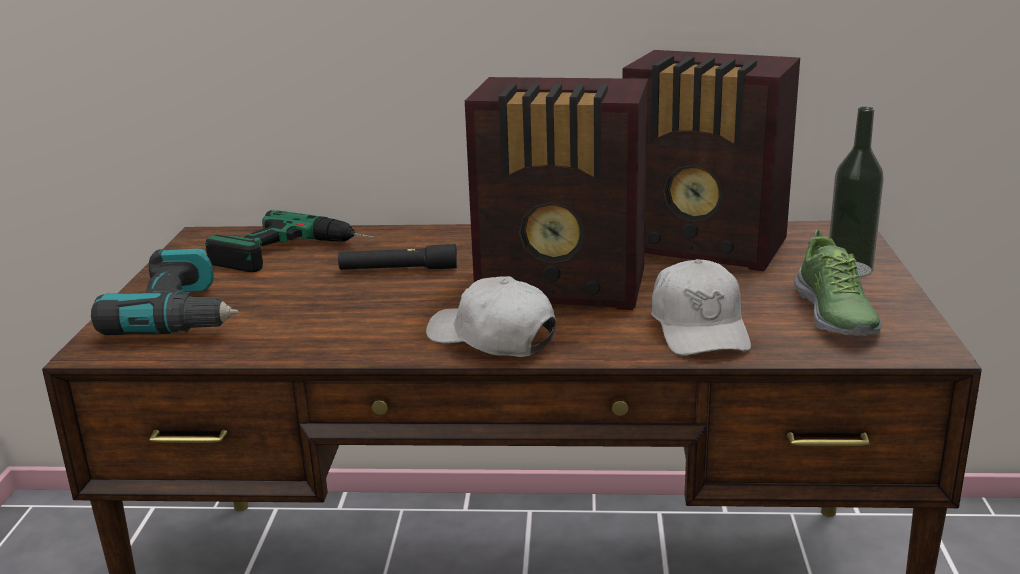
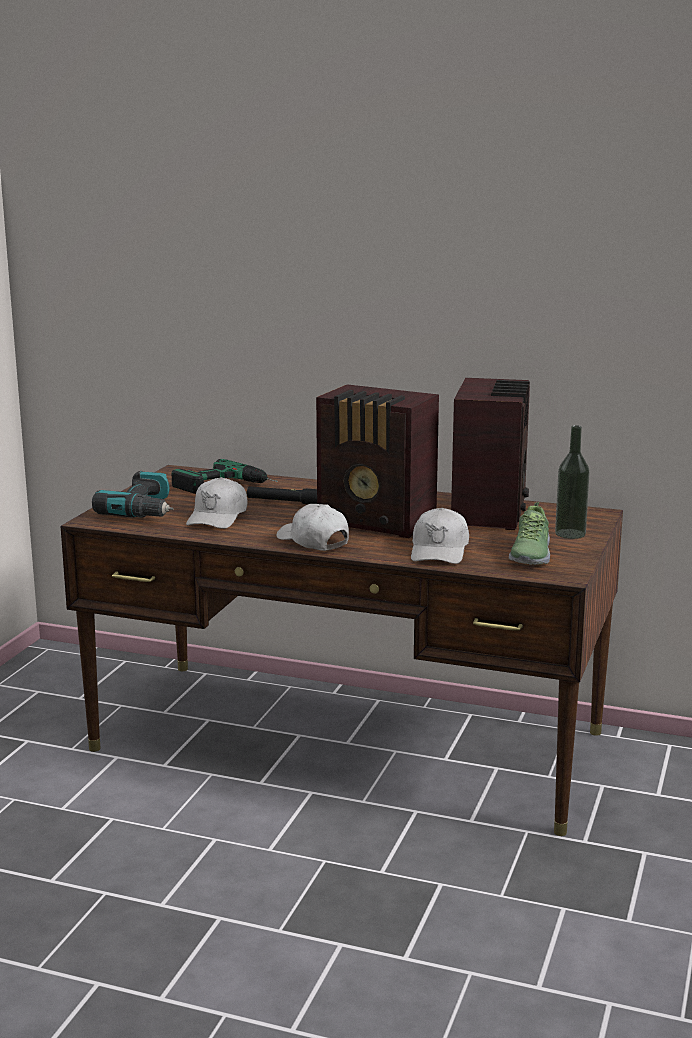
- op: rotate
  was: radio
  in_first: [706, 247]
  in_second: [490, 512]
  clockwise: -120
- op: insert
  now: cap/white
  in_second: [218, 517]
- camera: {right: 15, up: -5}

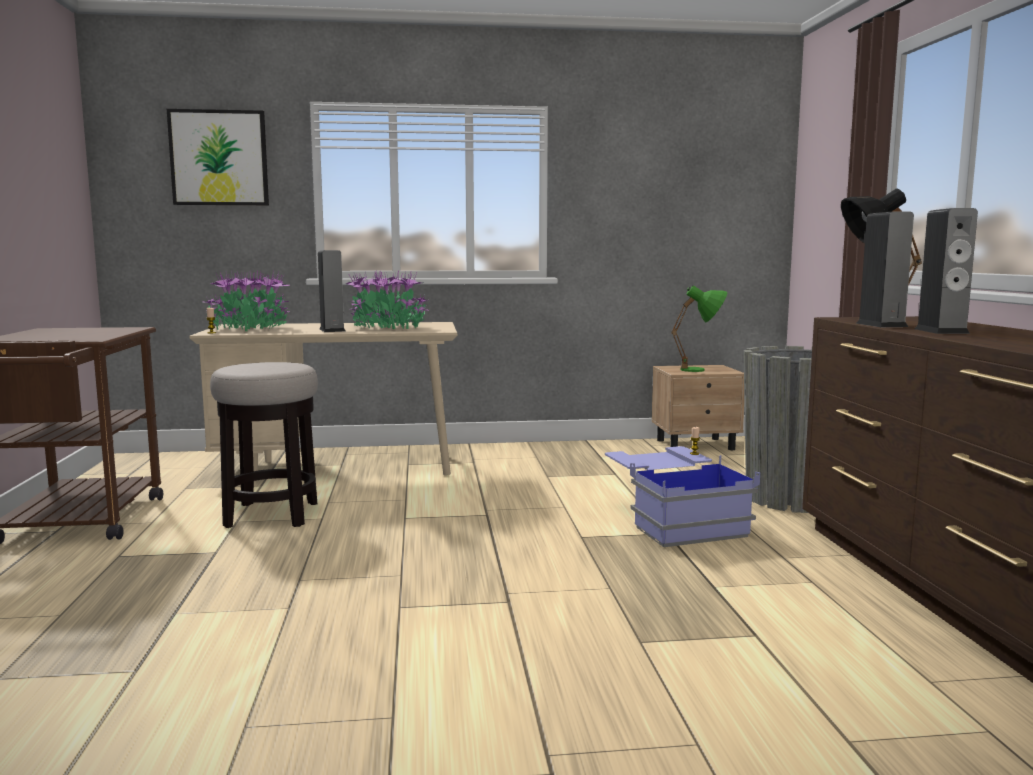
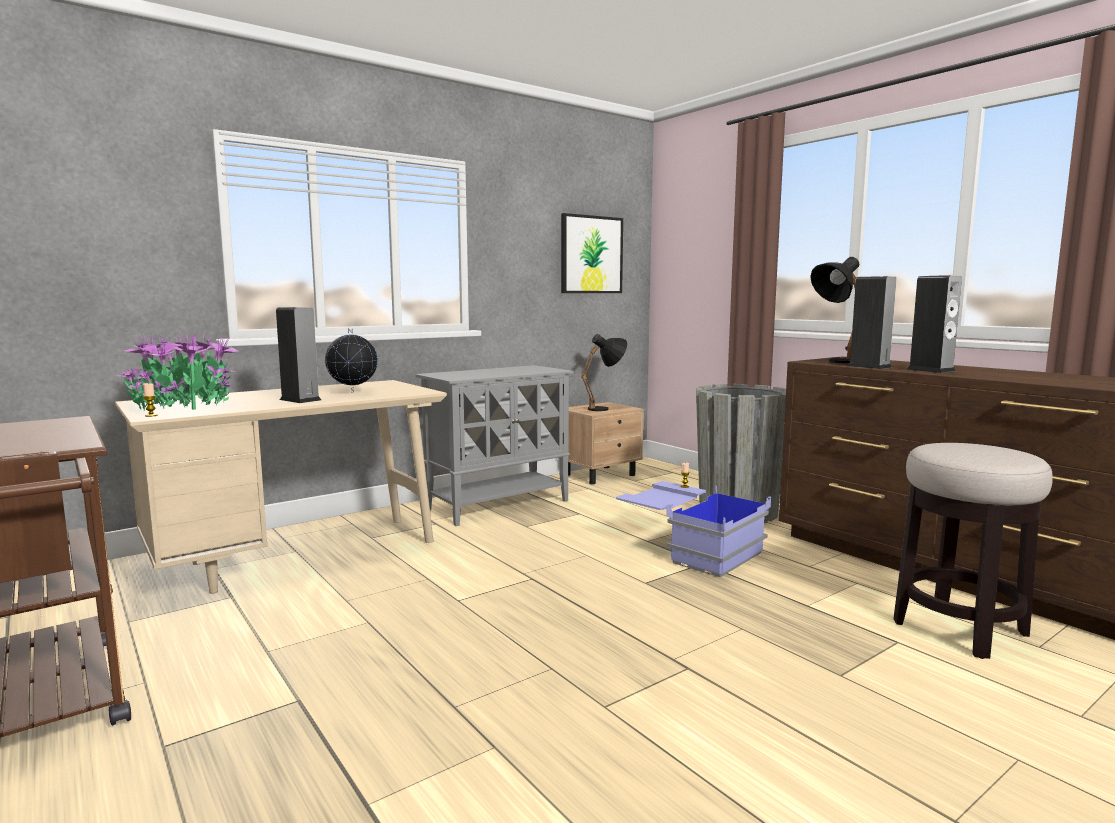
- op: move
  was: picture
  in_first: [219, 158]
  in_second: [591, 255]
- op: move
  was: stool
  in_first: [271, 515]
  in_second: [959, 628]
- op: replace
  was: potted plant
  now: globe
  in_first: [387, 328]
  in_second: [353, 392]
- op: recolor
  was: table lamp/green
  now: table lamp/black
  in_first: [701, 370]
  in_second: [605, 409]
- op: insert
  now: cabinet/grey
  in_second: [499, 505]
- camera: {right: -30, up: 0}

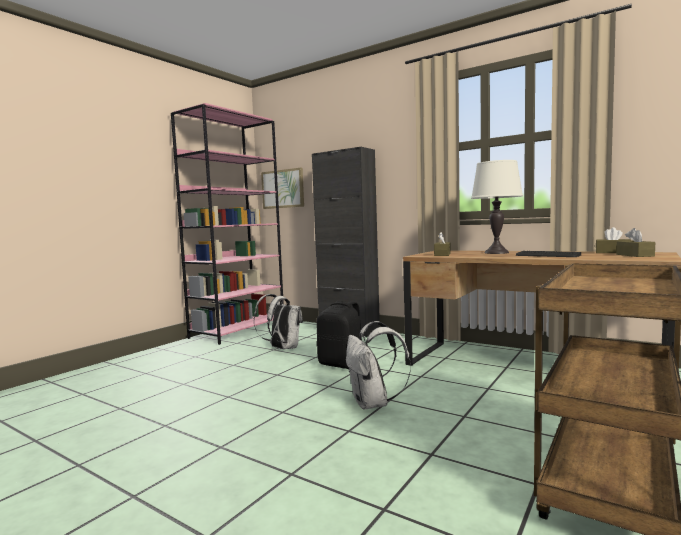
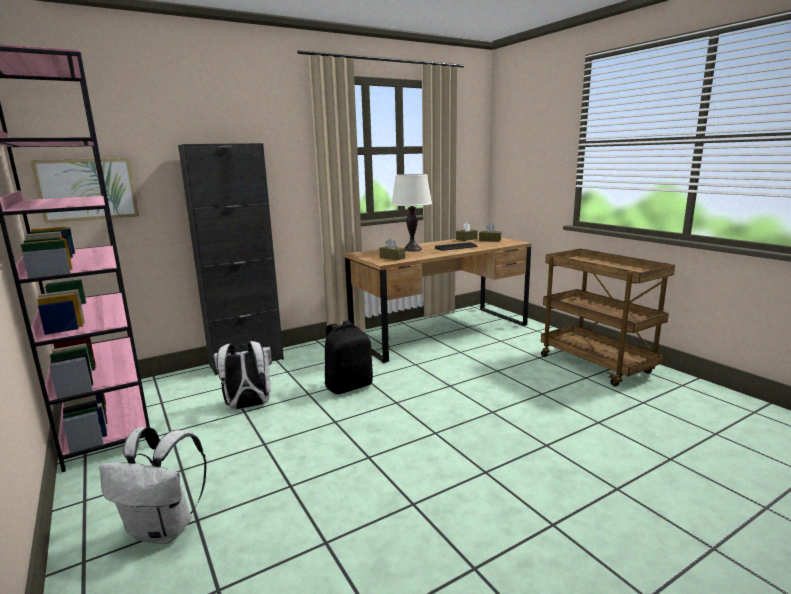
- op: move
  was: backpack/white
  in_first: [373, 403]
  in_second: [164, 529]
- camera: {right: -65, up: 10}

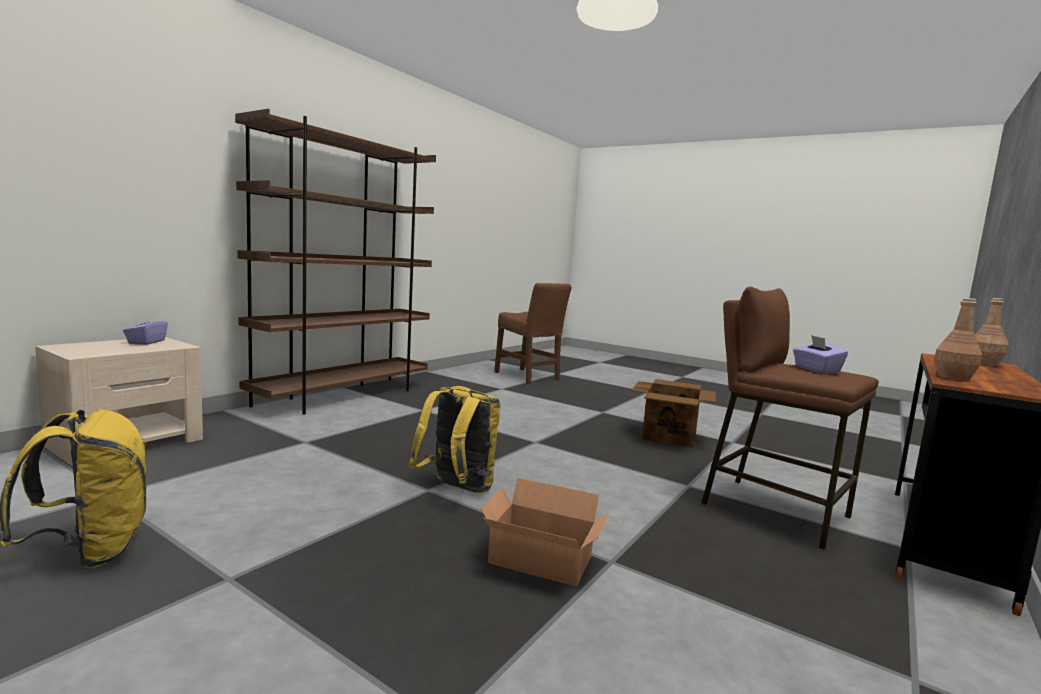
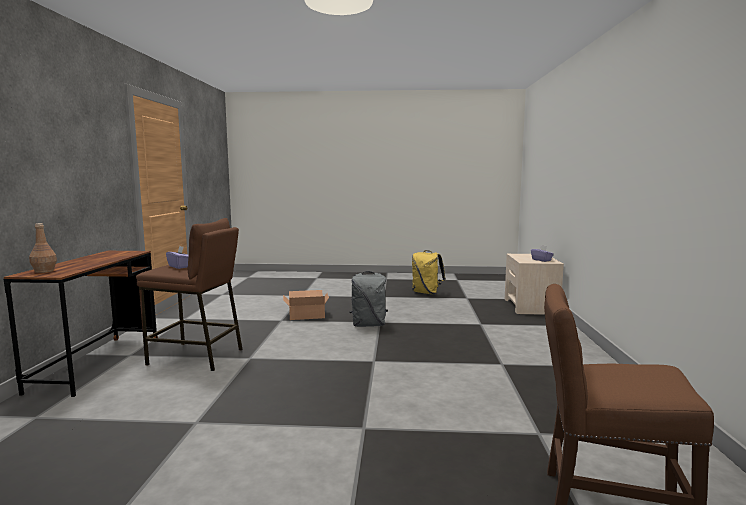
- op: delete
  was: bookcase/brown
  in_first: [344, 396]
- op: recolor
  was: backpack/yellow
  now: backpack/grey
  in_first: [457, 489]
  in_second: [368, 325]
- op: delete
  was: cardboard box
  in_first: [669, 436]
- op: delete
  was: bottle/brown
  in_first: [953, 377]
- camera: {right: 150, up: 0}

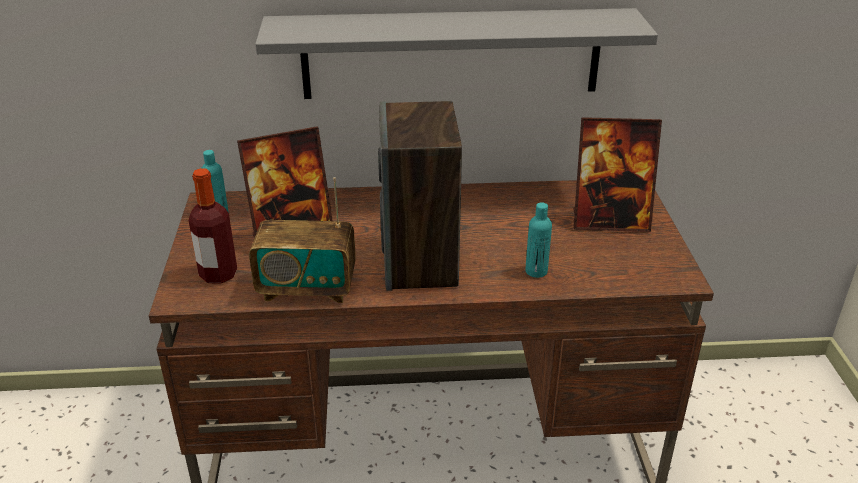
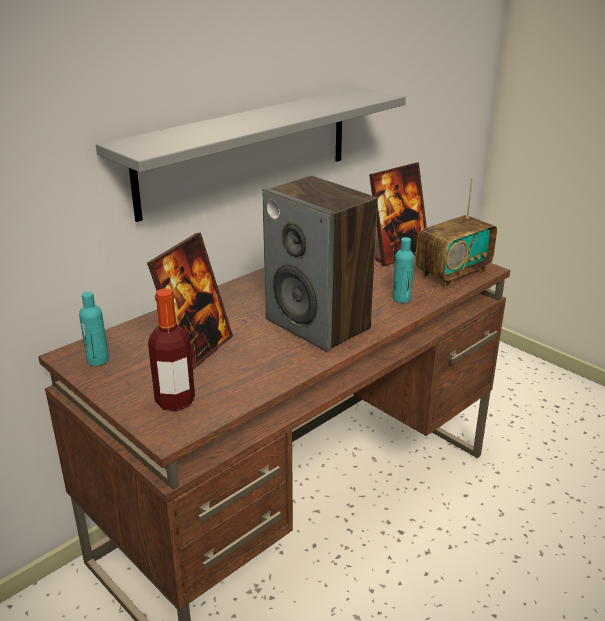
- op: move
  was: radio
  in_first: [307, 288]
  in_second: [452, 273]
- camera: {right: -40, up: -5}

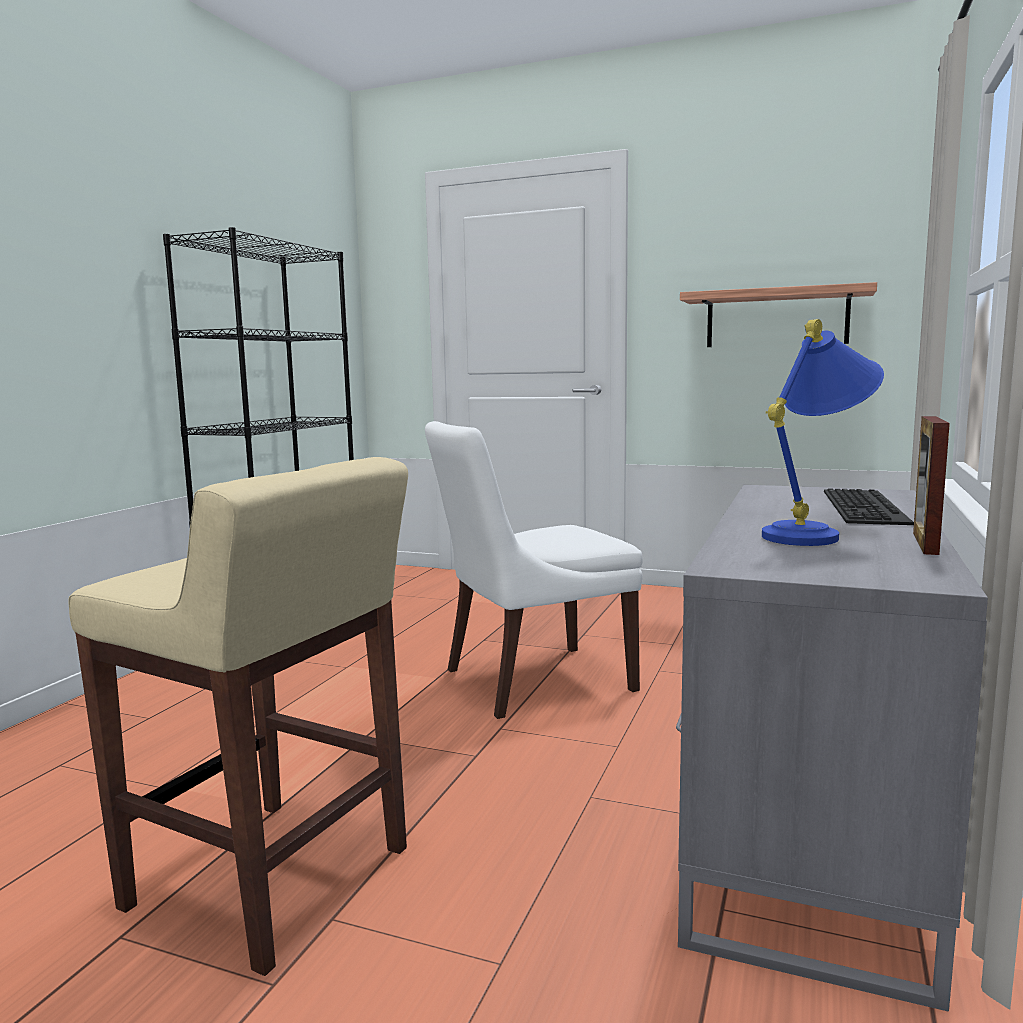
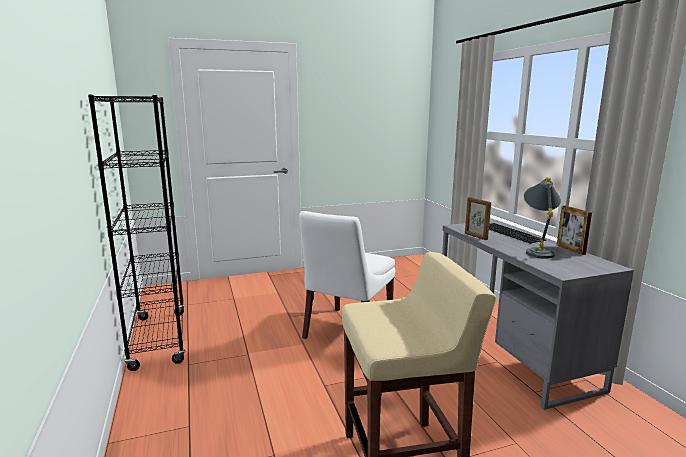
- op: delete
  was: shelf
  in_first: [776, 319]
- op: recolor
  was: table lamp/blue
  now: table lamp/grey
  in_first: [815, 534]
  in_second: [538, 251]
- op: insert
  now: picture frame
  in_second: [475, 236]
- camera: {right: -40, up: 5}

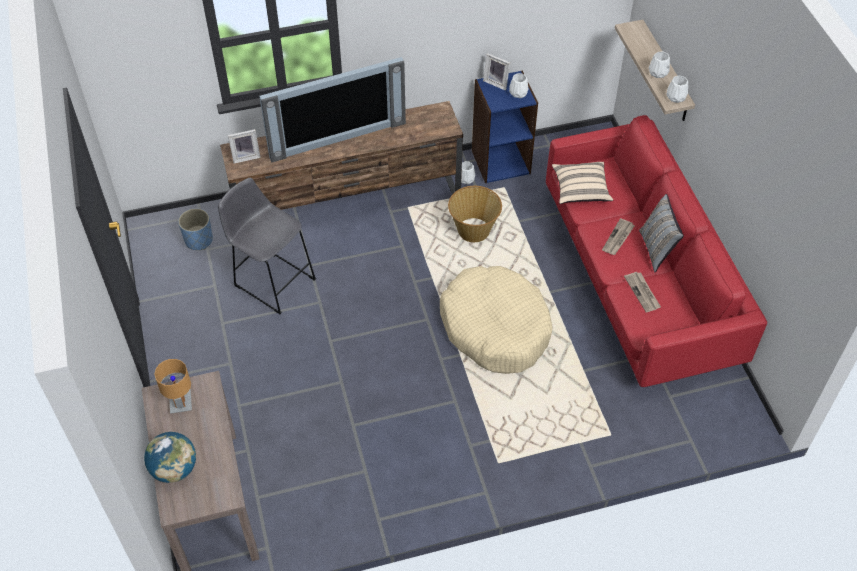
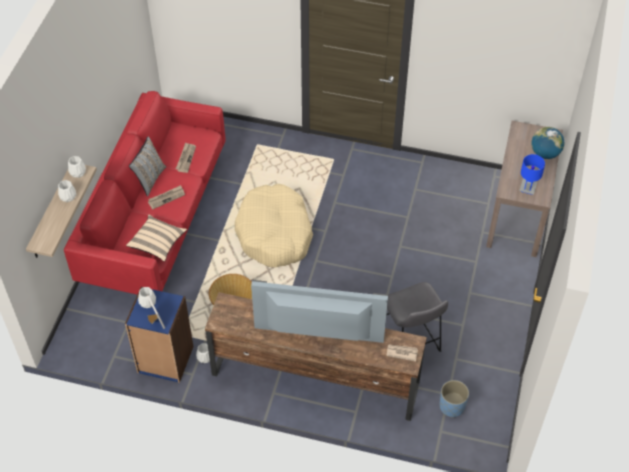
- op: recolor
  was: table lamp/brown
  now: table lamp/blue
  in_first: [181, 402]
  in_second: [527, 187]
- op: replace
  was: picture frame
  now: newspaper
  in_first: [246, 156]
  in_second: [401, 352]
- camera: {right: -150, up: 0}

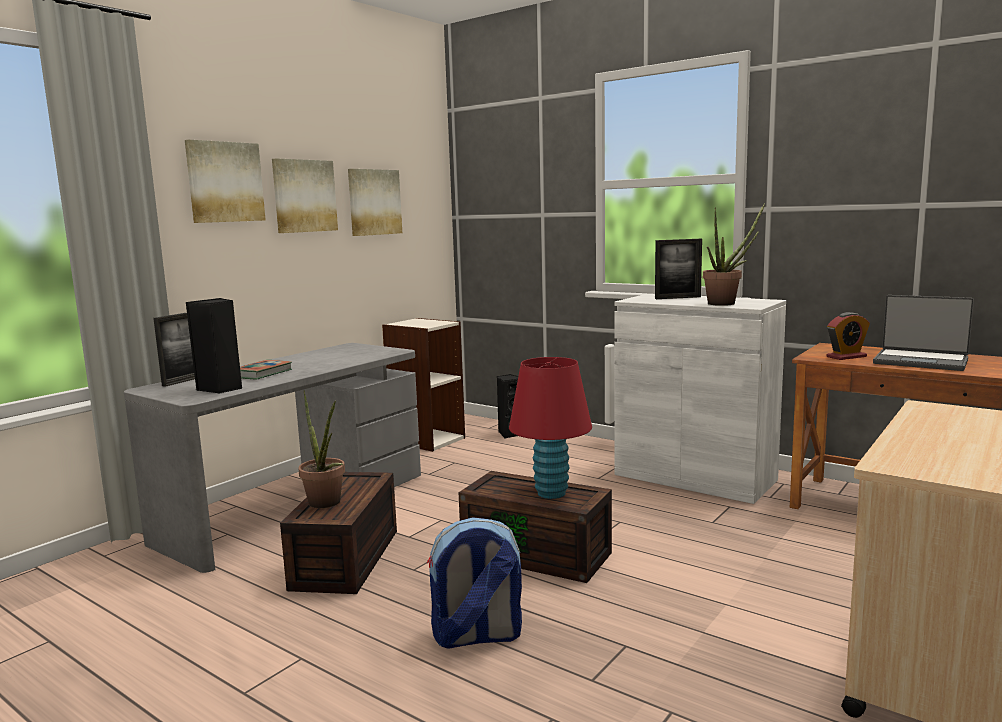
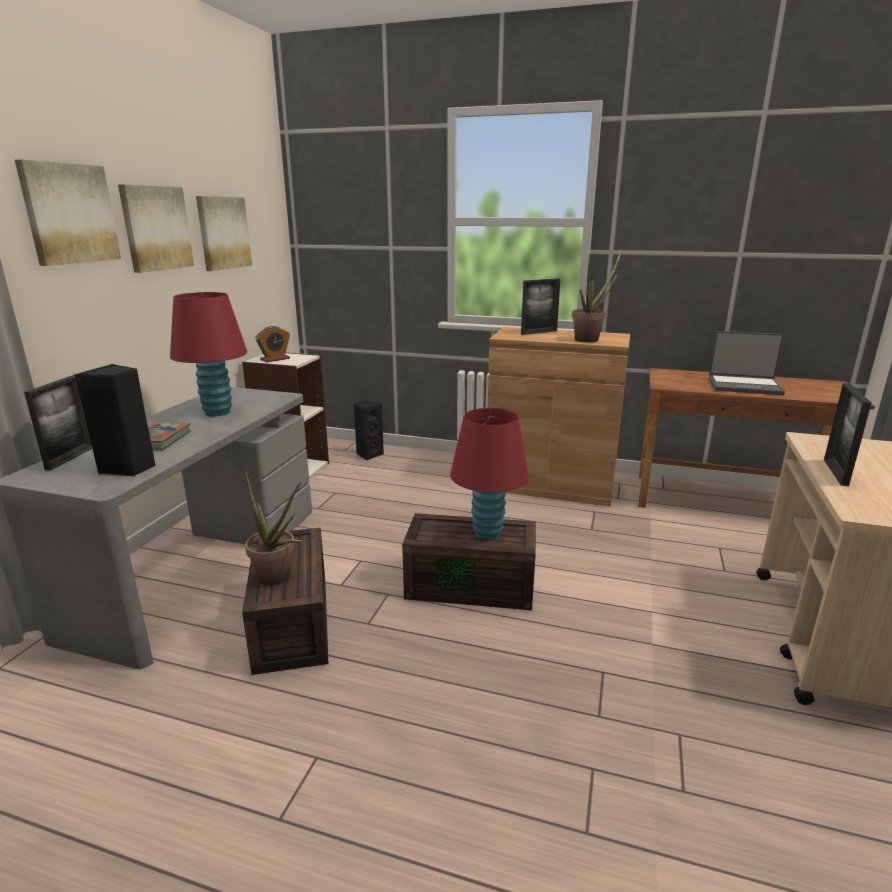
- op: delete
  was: backpack
  in_first: [477, 636]
- op: recolor
  was: cabinet/white
  now: cabinet/brown
  in_first: [694, 477]
  in_second: [550, 485]
- op: move
  was: alarm clock
  in_first: [846, 357]
  in_second: [275, 359]
- op: insert
  now: table lamp/red
  in_second: [218, 412]
- op: insert
  now: picture frame
  in_second: [835, 472]
- camera: {right: -20, up: 10}

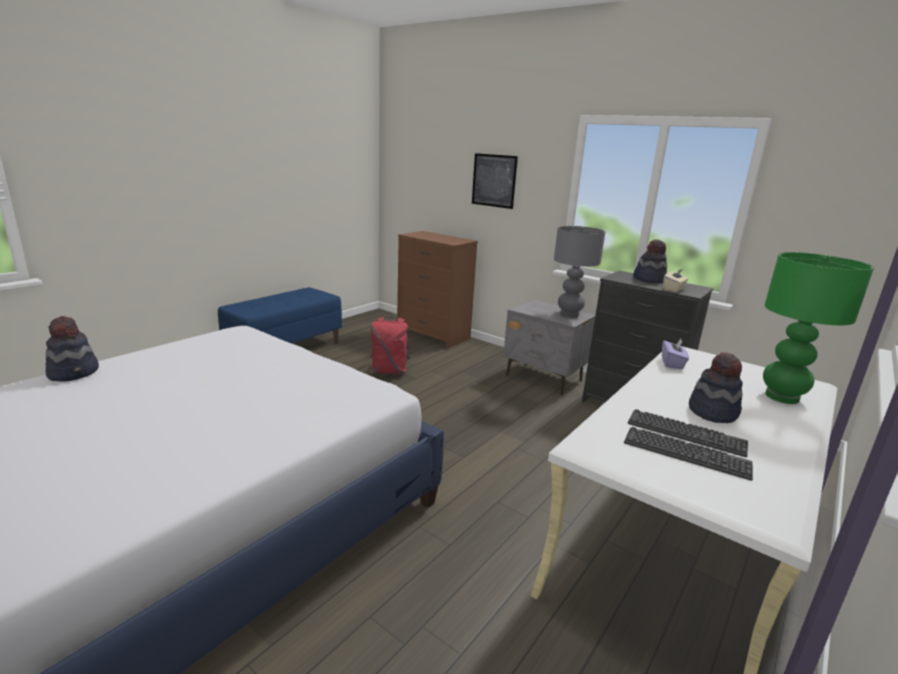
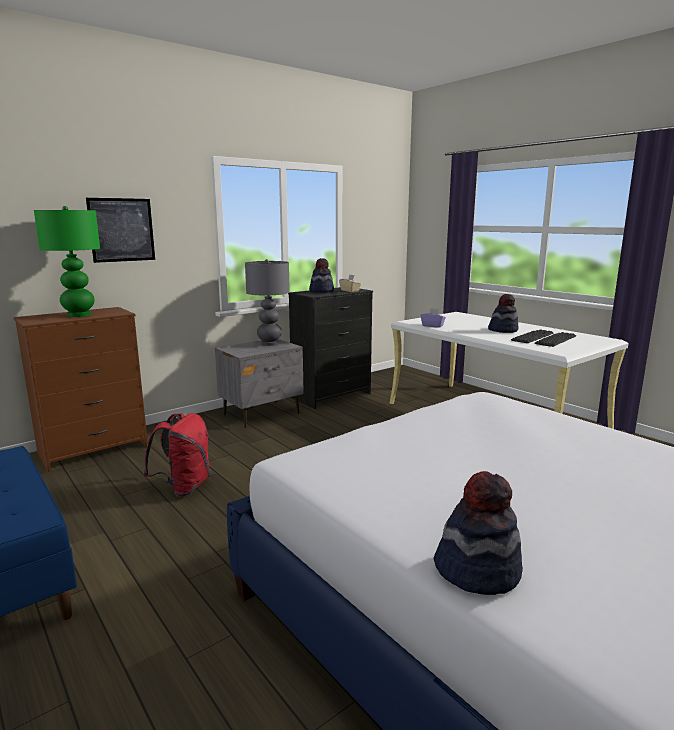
- op: move
  was: table lamp/green
  in_first: [782, 397]
  in_second: [79, 315]
- camera: {right: -75, up: -5}

